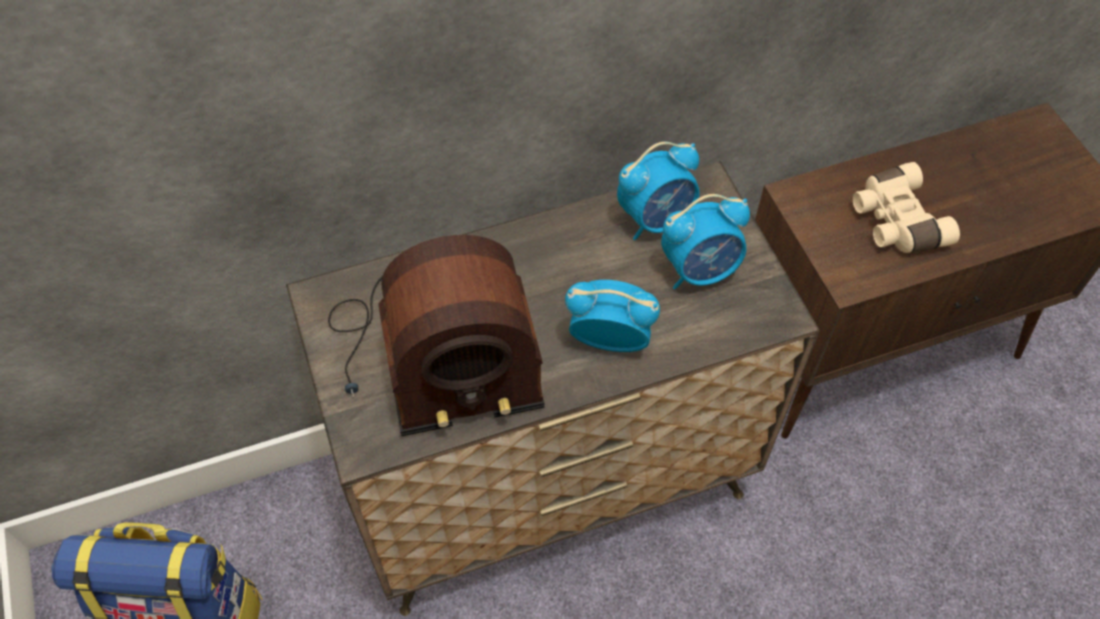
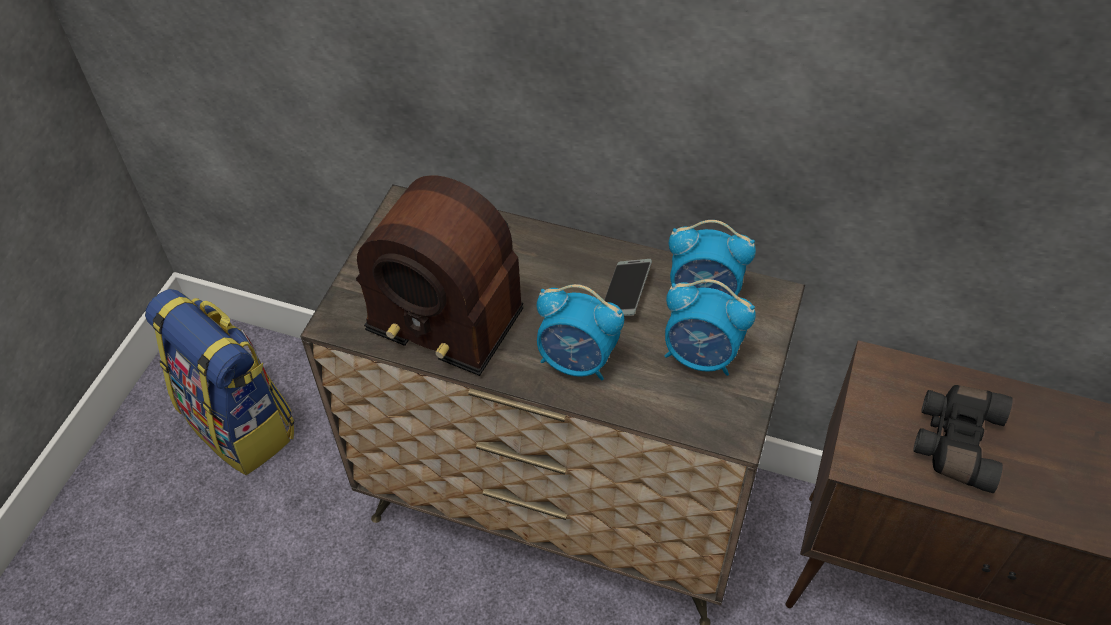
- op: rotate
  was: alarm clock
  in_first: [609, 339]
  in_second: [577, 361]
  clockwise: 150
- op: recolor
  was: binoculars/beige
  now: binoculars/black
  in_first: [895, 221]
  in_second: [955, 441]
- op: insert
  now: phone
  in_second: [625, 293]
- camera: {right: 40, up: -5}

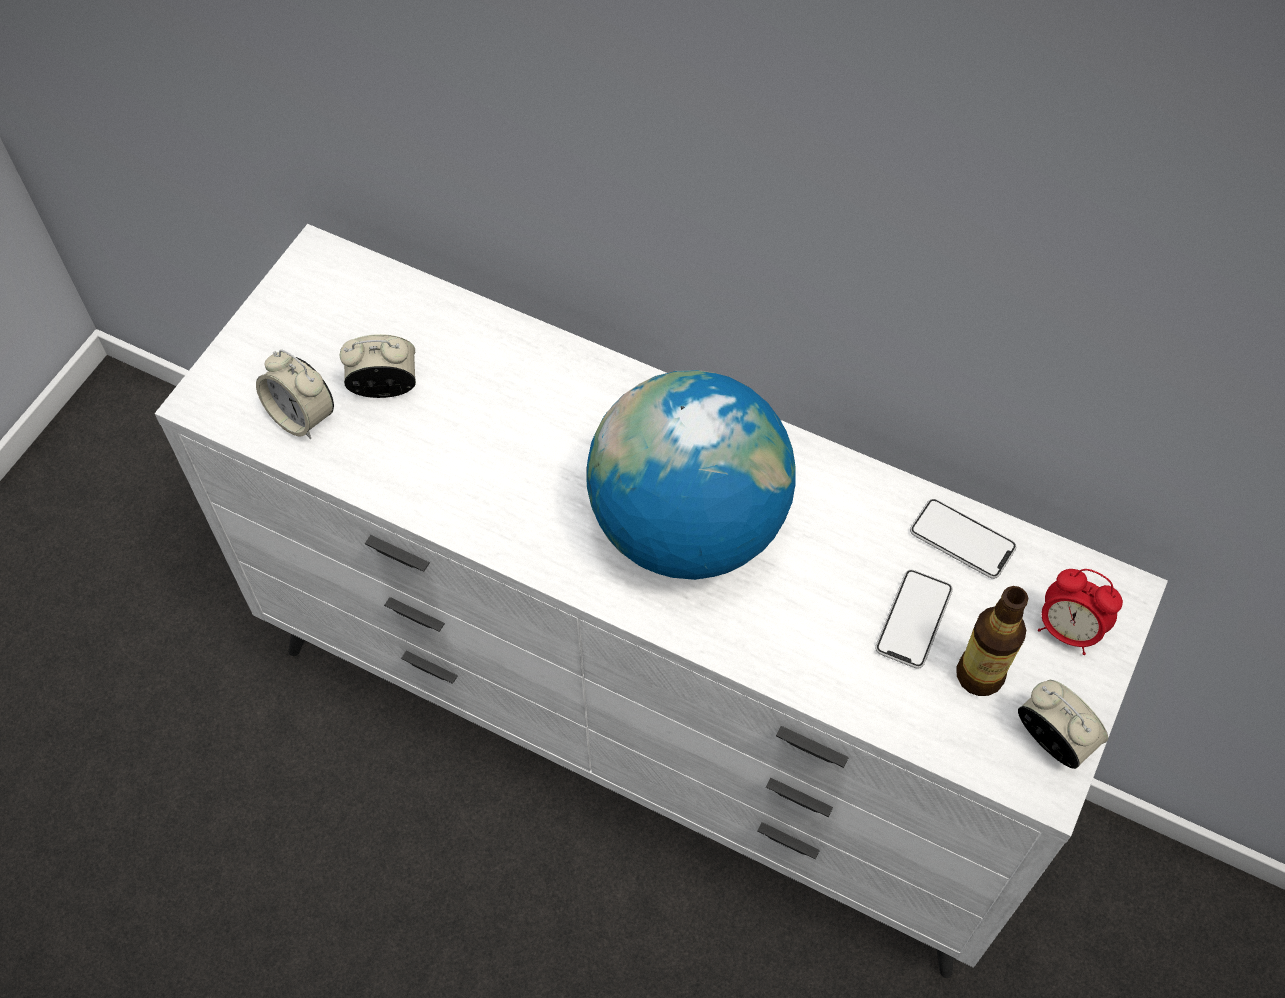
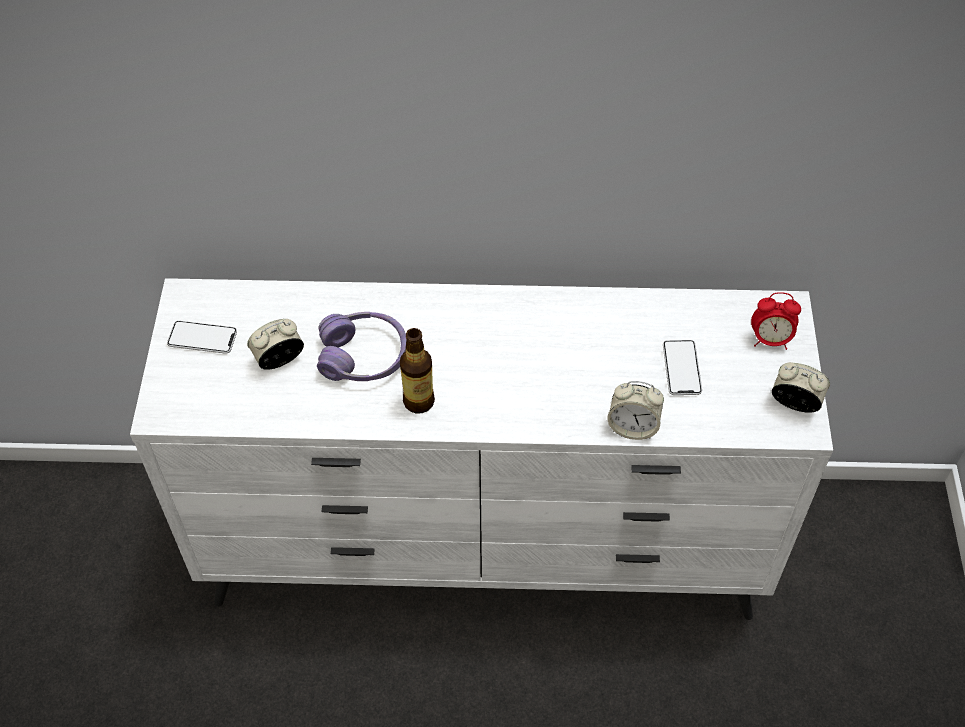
- op: move
  was: alarm clock
  in_first: [302, 417]
  in_second: [632, 427]
- op: delete
  was: globe
  in_first: [687, 526]
- op: move
  was: phone
  in_first: [962, 540]
  in_second: [202, 338]
- op: move
  was: bottle
  in_first: [979, 675]
  in_second: [419, 401]
- op: insert
  now: headphones/purple
  in_second: [363, 356]
- camera: {right: -25, up: -5}

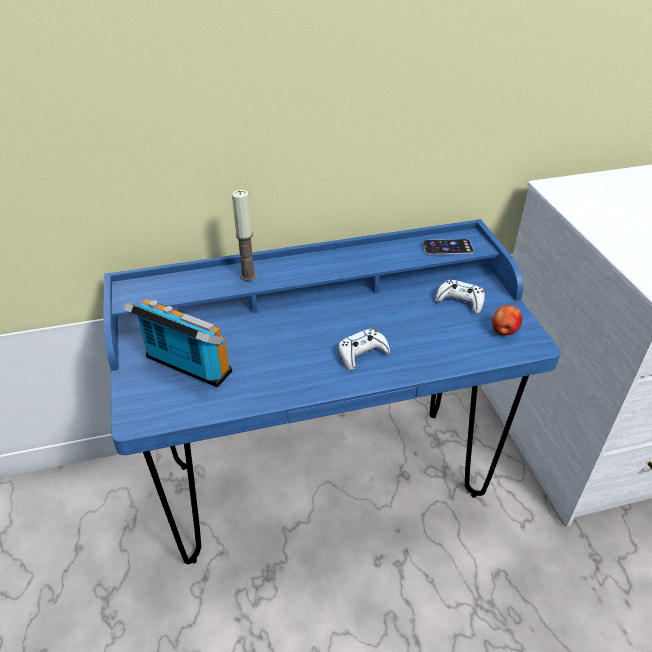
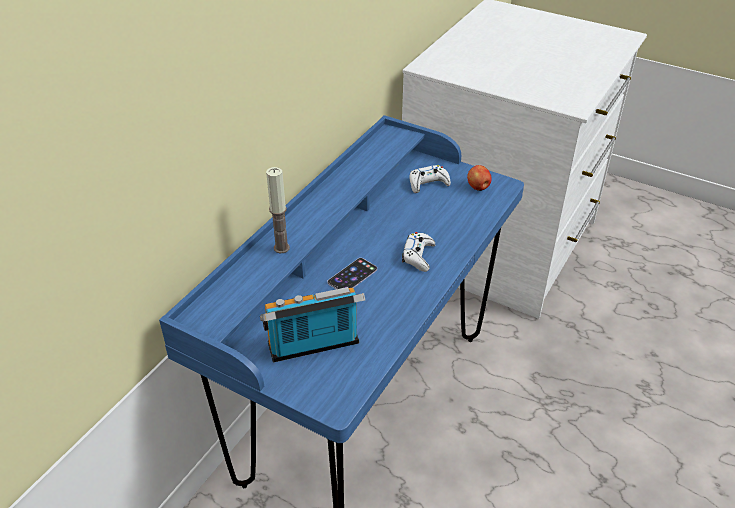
- op: move
  was: phone
  in_first: [447, 247]
  in_second: [352, 276]
- camera: {right: -45, up: 0}

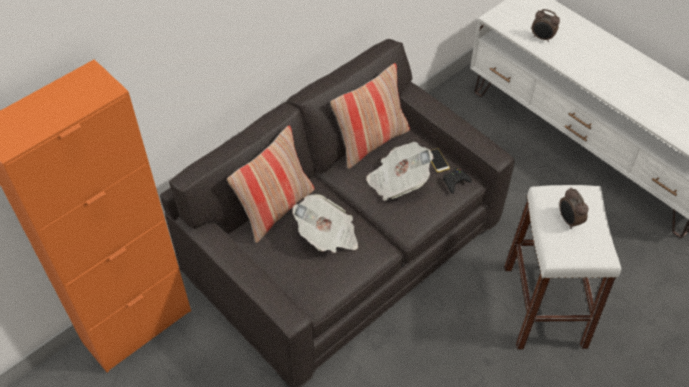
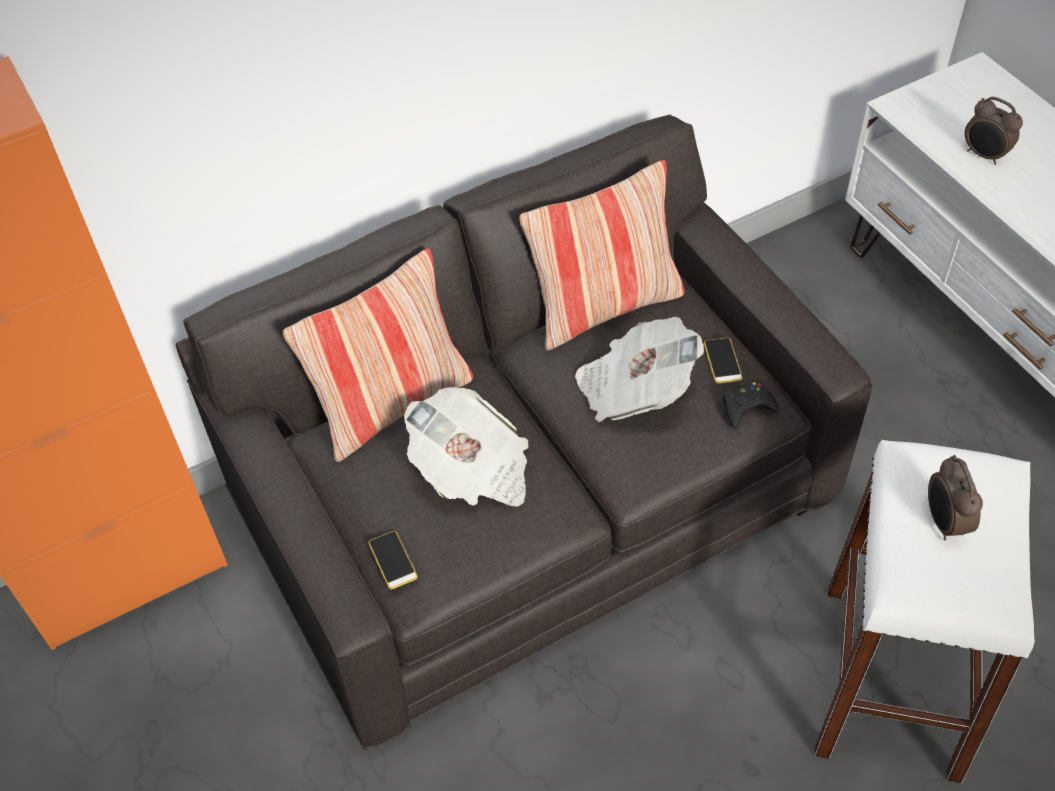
- op: insert
  now: phone
  in_second: [393, 560]
- camera: {right: 15, up: 0}

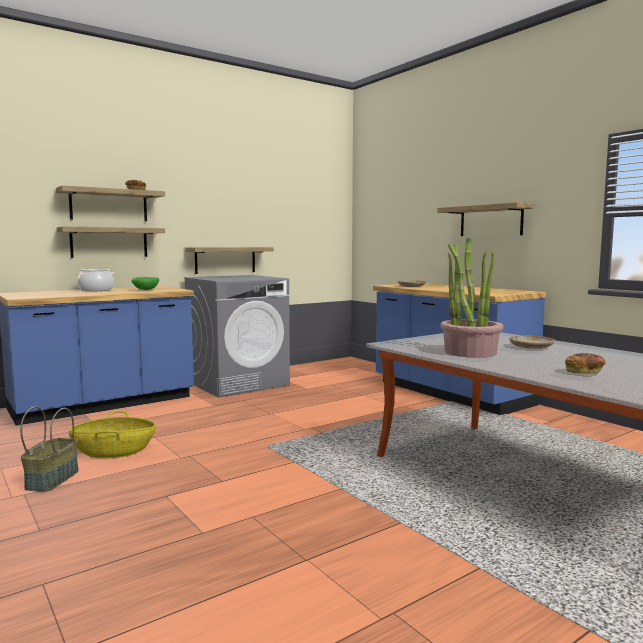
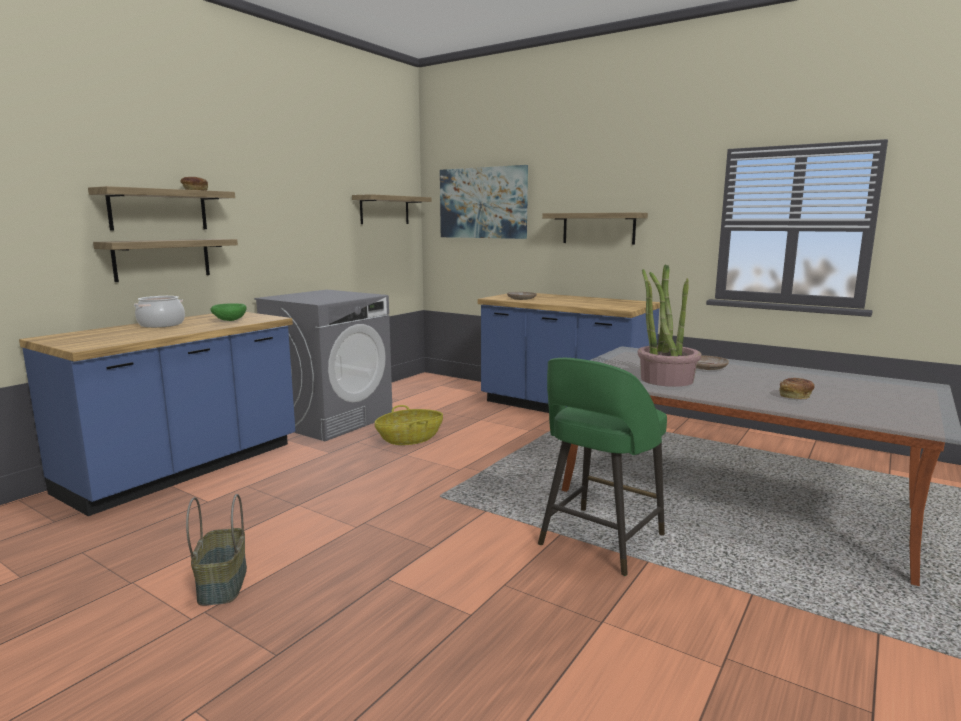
- op: move
  was: basket
  in_first: [114, 451]
  in_second: [410, 439]
- op: move
  was: shelf
  in_first: [225, 260]
  in_second: [384, 210]
- op: insert
  now: picture
  in_second: [483, 203]
- op: insert
  now: stool/green
  in_second: [599, 541]
- camera: {right: -20, up: 5}

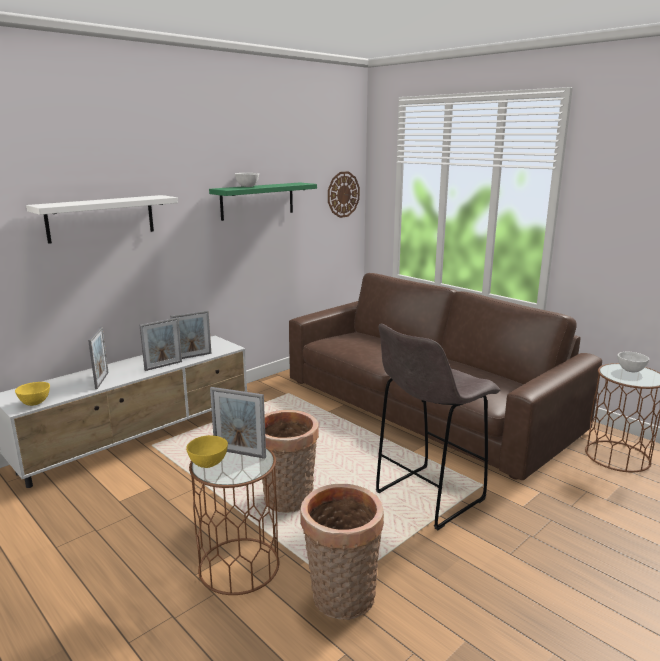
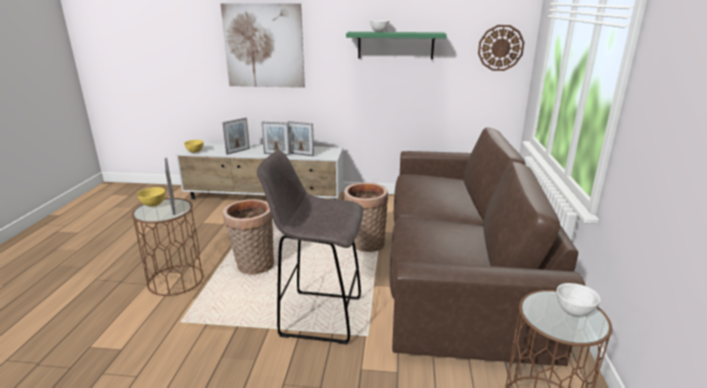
- op: replace
  was: shelf/white
  now: picture
  in_first: [101, 218]
  in_second: [264, 46]
- op: move
  was: basket
  in_first: [341, 600]
  in_second: [365, 244]
- camera: {right: 50, up: 5}

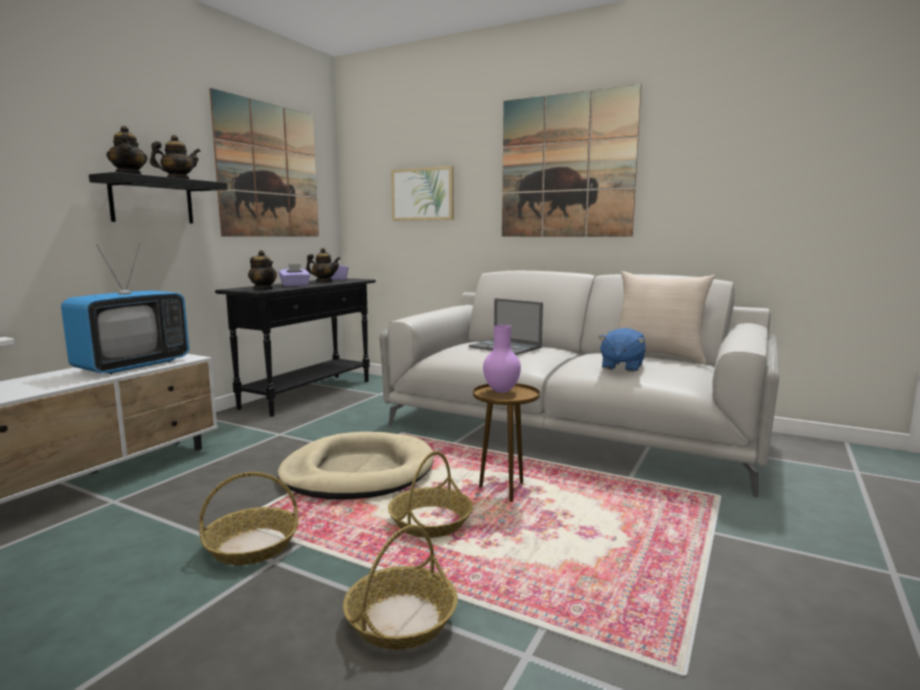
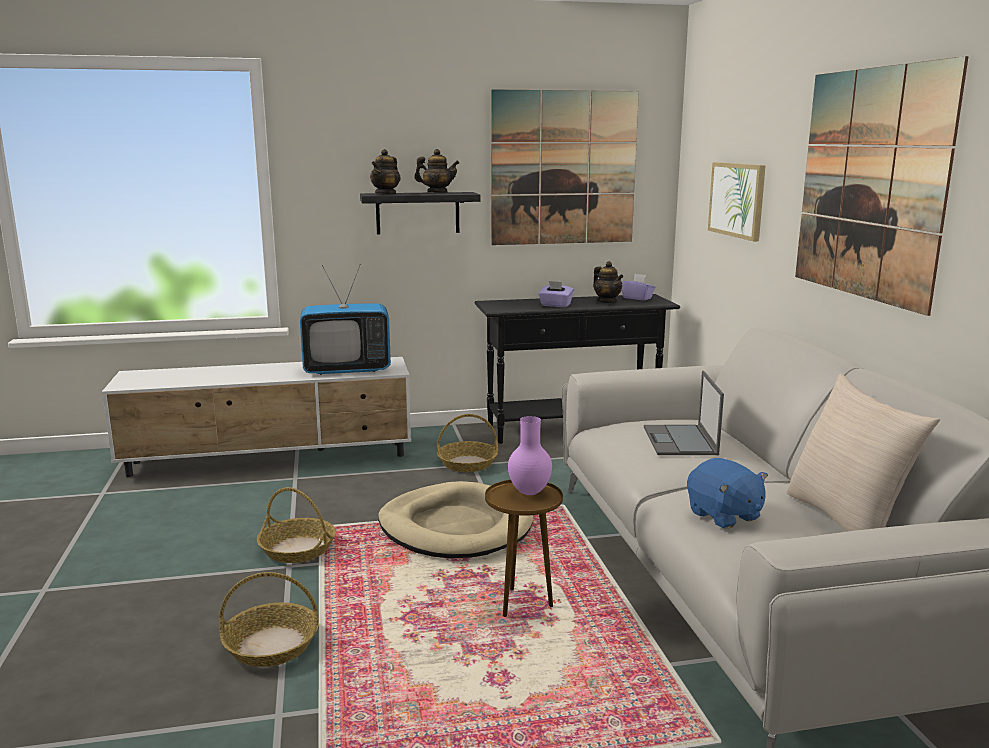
- op: delete
  was: teapot
  in_first: [263, 289]
- op: move
  was: basket
  in_first: [430, 522]
  in_second: [467, 463]
- op: rotate
  was: plush toy/blue
  in_first: [621, 367]
  in_second: [724, 516]
  clockwise: -105
- camera: {right: 50, up: 5}

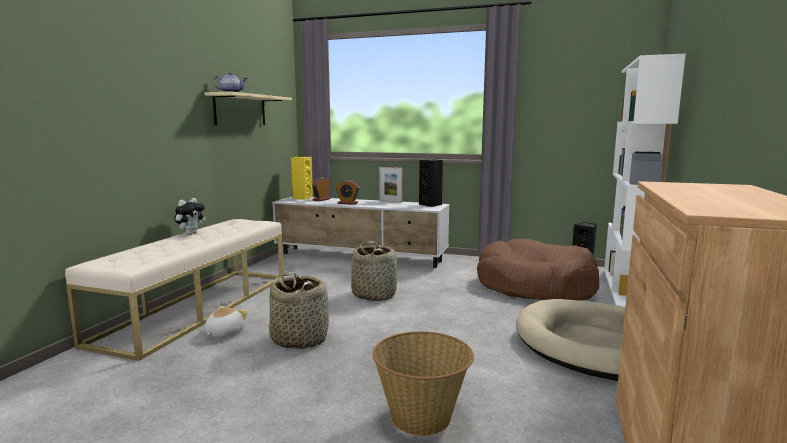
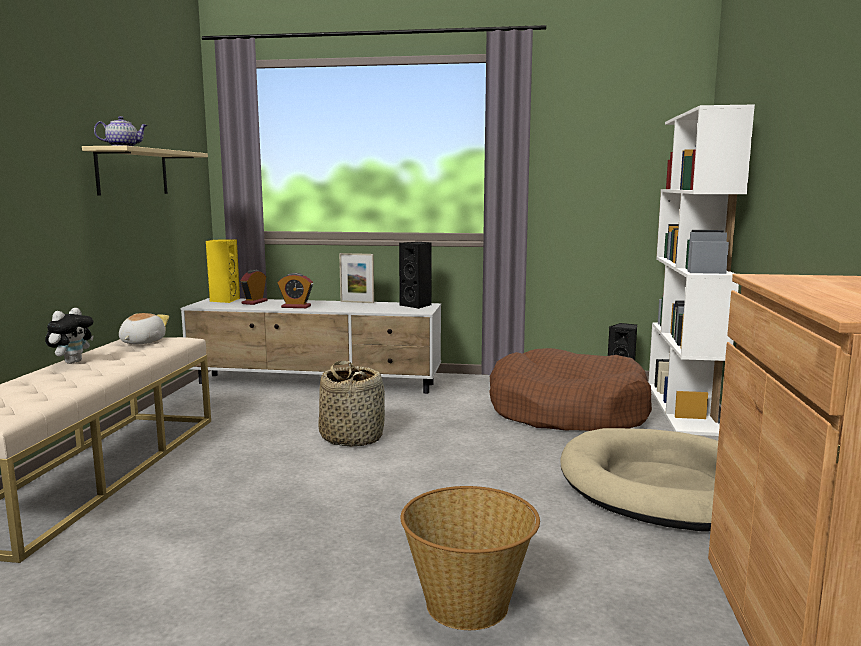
- op: move
  was: plush toy
  in_first: [224, 333]
  in_second: [141, 342]
- op: delete
  was: basket
  in_first: [300, 339]
- camera: {right: -10, up: 0}

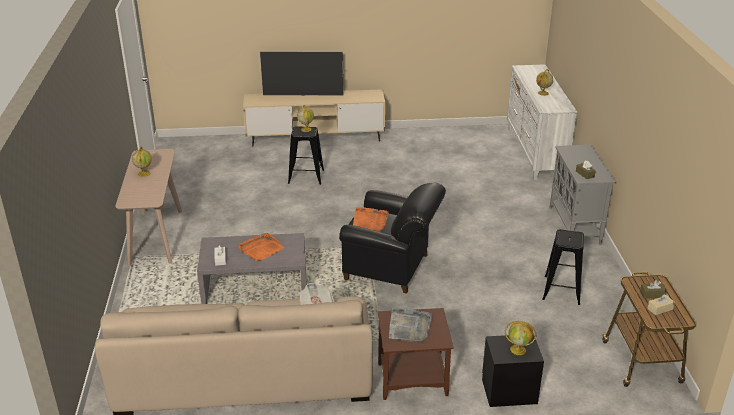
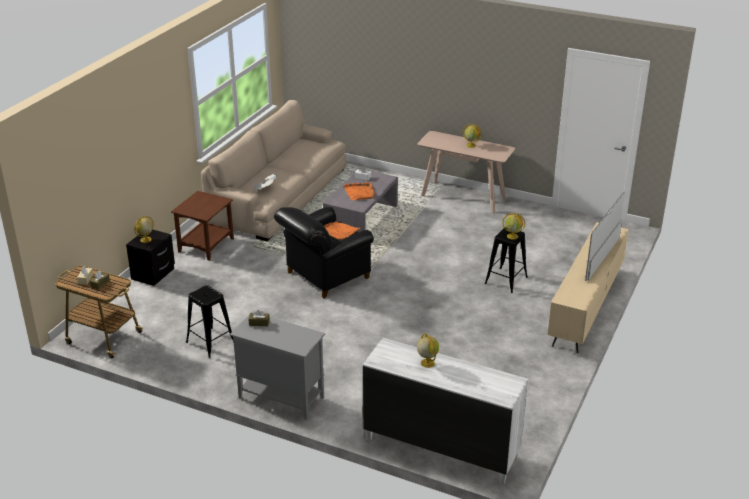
- op: delete
  was: tray/grey
  in_first: [409, 327]
- camera: {right: 120, up: 0}

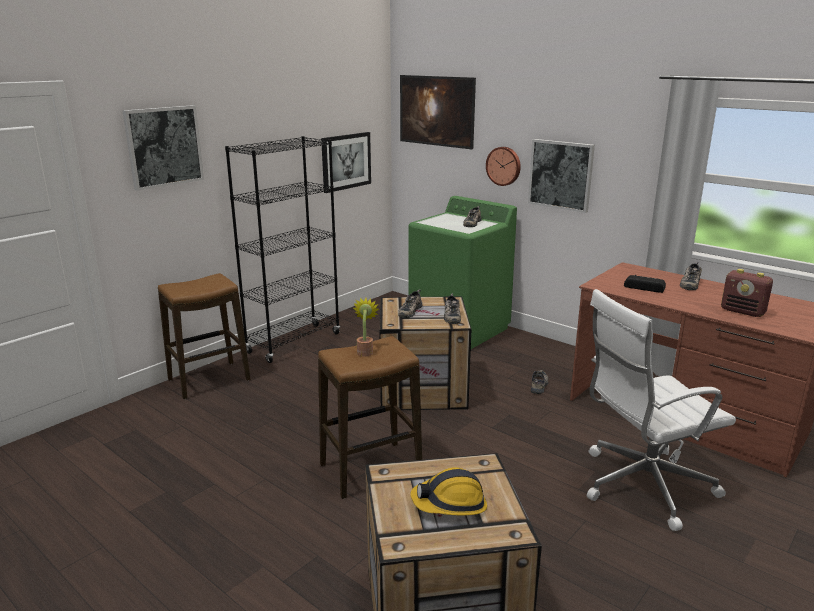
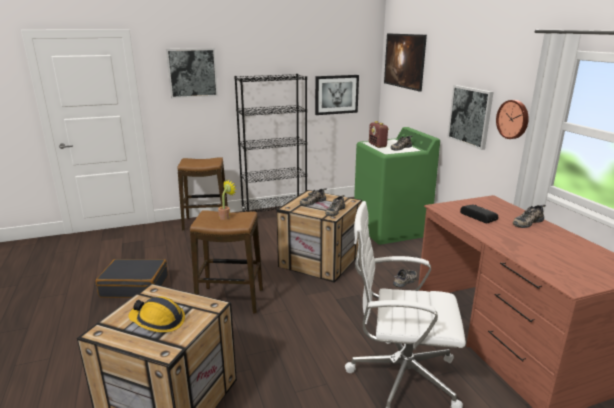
- op: move
  was: wall clock
  in_first: [504, 166]
  in_second: [513, 119]
- op: move
  was: radio
  in_first: [743, 311]
  in_second: [377, 145]
- op: insert
  now: suitcase/black
  in_second: [135, 286]
- camera: {right: 30, up: 0}

